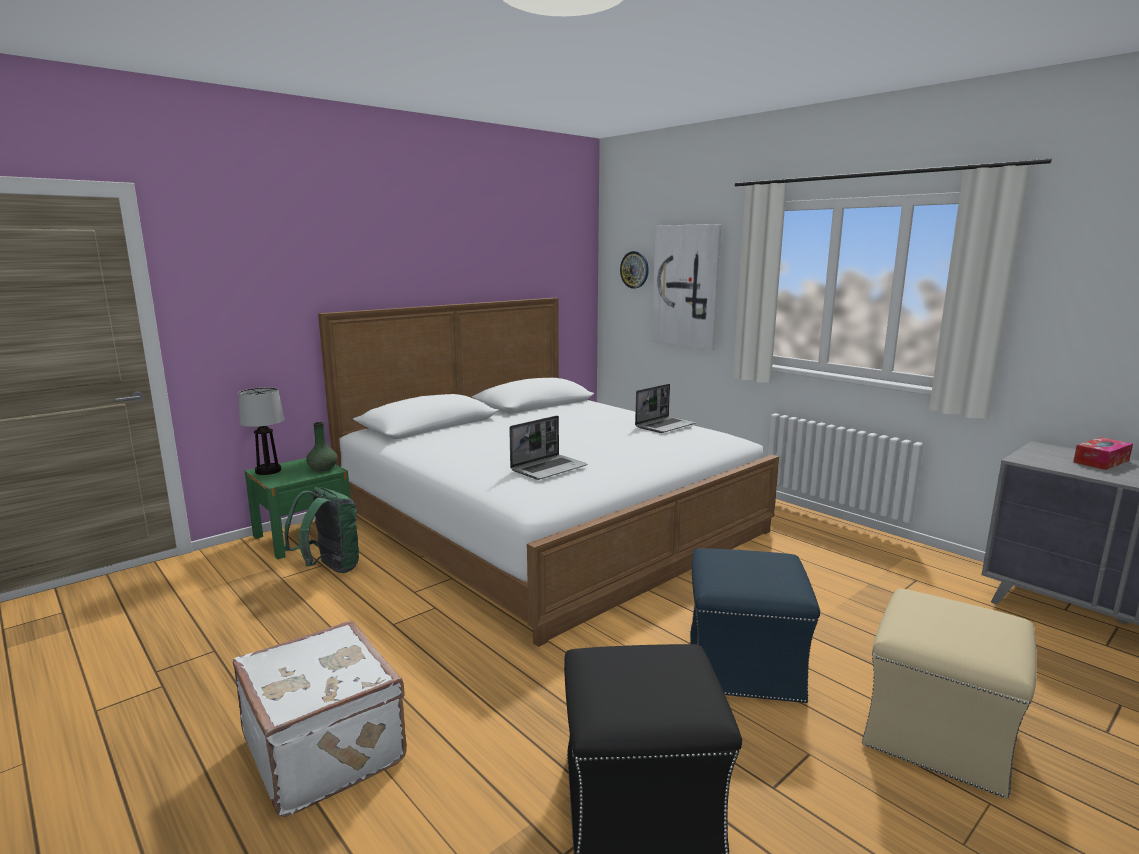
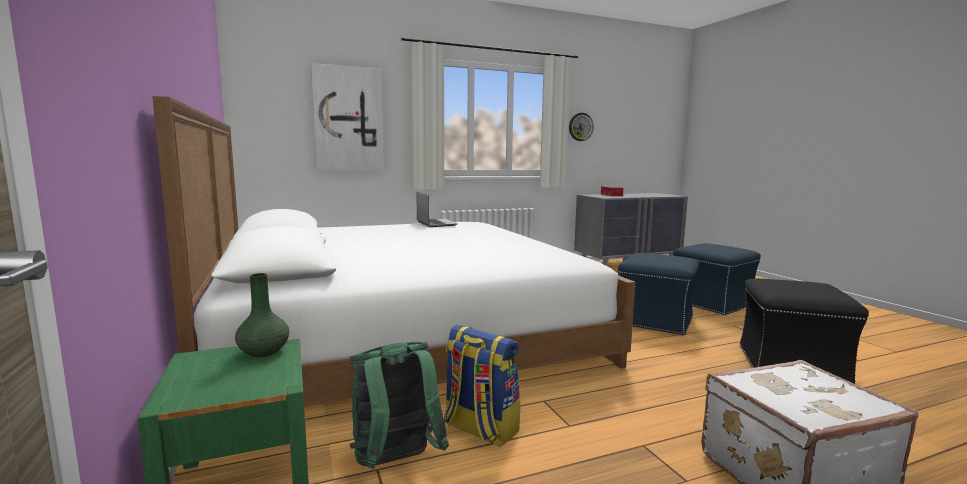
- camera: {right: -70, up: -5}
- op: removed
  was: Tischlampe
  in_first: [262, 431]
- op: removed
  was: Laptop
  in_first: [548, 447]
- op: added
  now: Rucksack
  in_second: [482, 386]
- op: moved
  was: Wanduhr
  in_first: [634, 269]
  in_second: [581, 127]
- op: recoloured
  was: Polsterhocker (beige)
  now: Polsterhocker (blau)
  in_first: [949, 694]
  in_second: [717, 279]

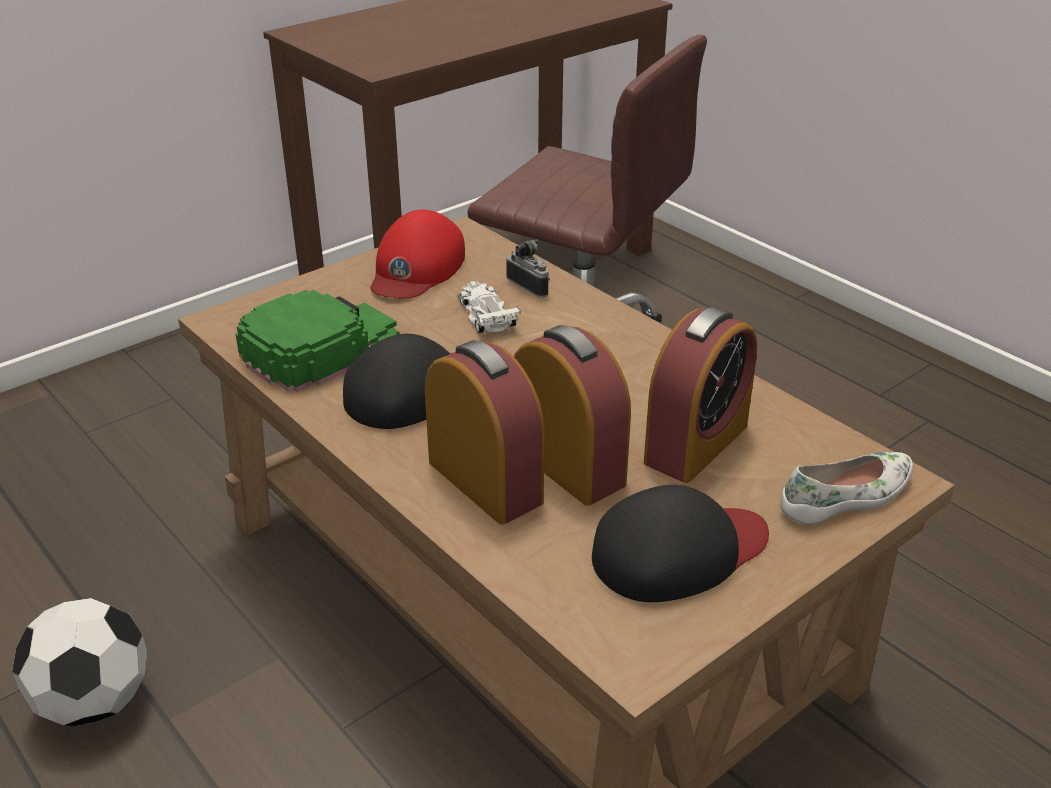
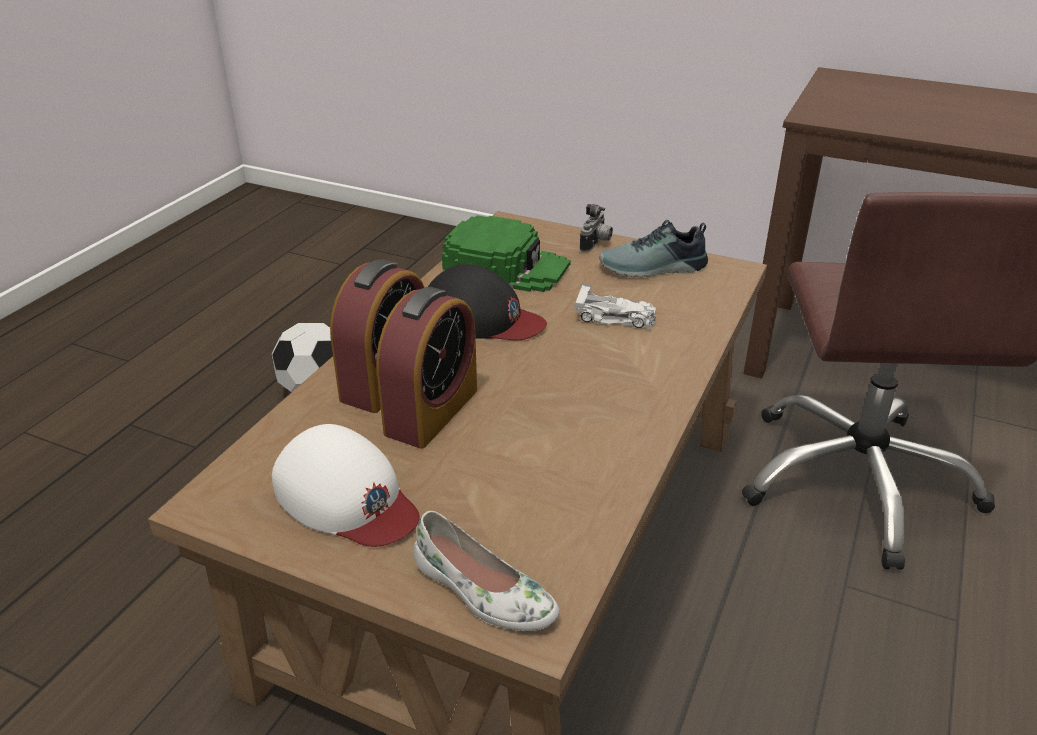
- camera: {right: 65, up: 0}
- op: removed
  was: Wecker
  in_first: [700, 395]
- op: moved
  was: Kamera
  in_first: [528, 268]
  in_second: [596, 228]
- op: replaced
  was: Kappe (rot)
  now: Schuh
  in_first: [417, 254]
  in_second: [653, 248]
- op: recoloured
  was: Kappe (schwarz)
  now: Kappe (weiß)
  in_first: [680, 543]
  in_second: [346, 485]
- op: turned
  was: Spielzeugauto (weiß)
  in_first: [489, 307]
  in_second: [615, 306]
  clockwise: 60

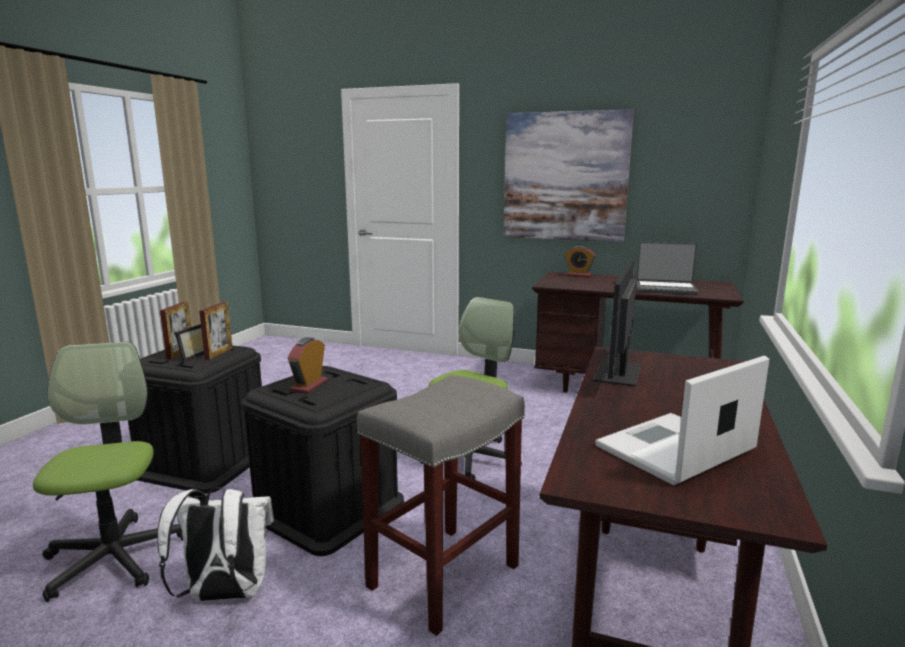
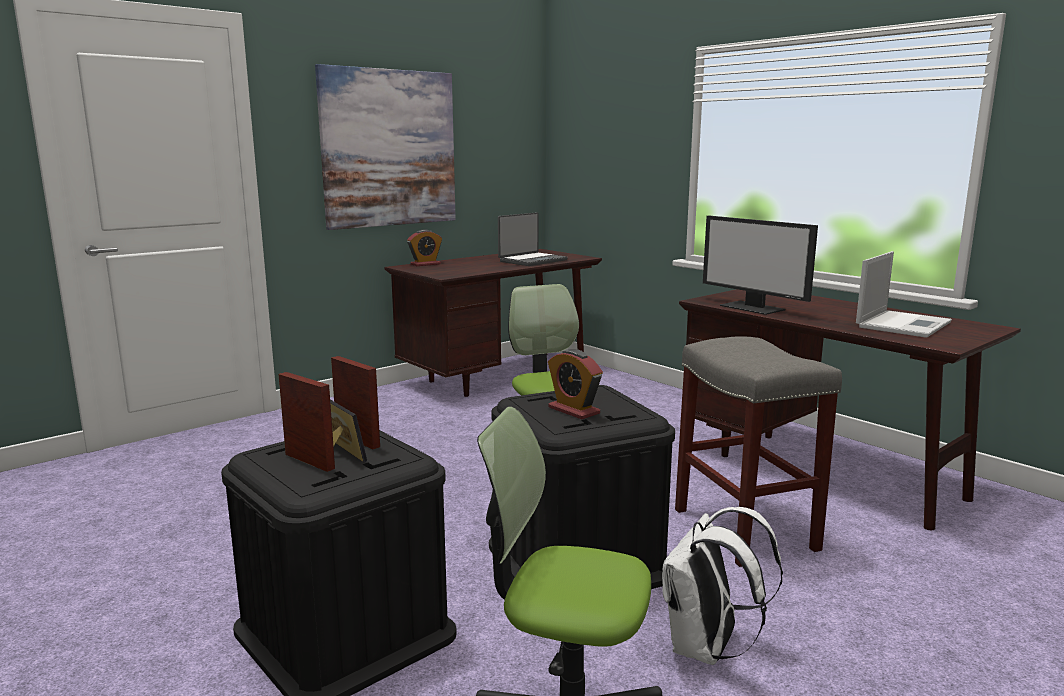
- camera: {right: -60, up: 0}
- op: turned
  was: Laptop
  in_first: [682, 420]
  in_second: [904, 294]
  clockwise: -135

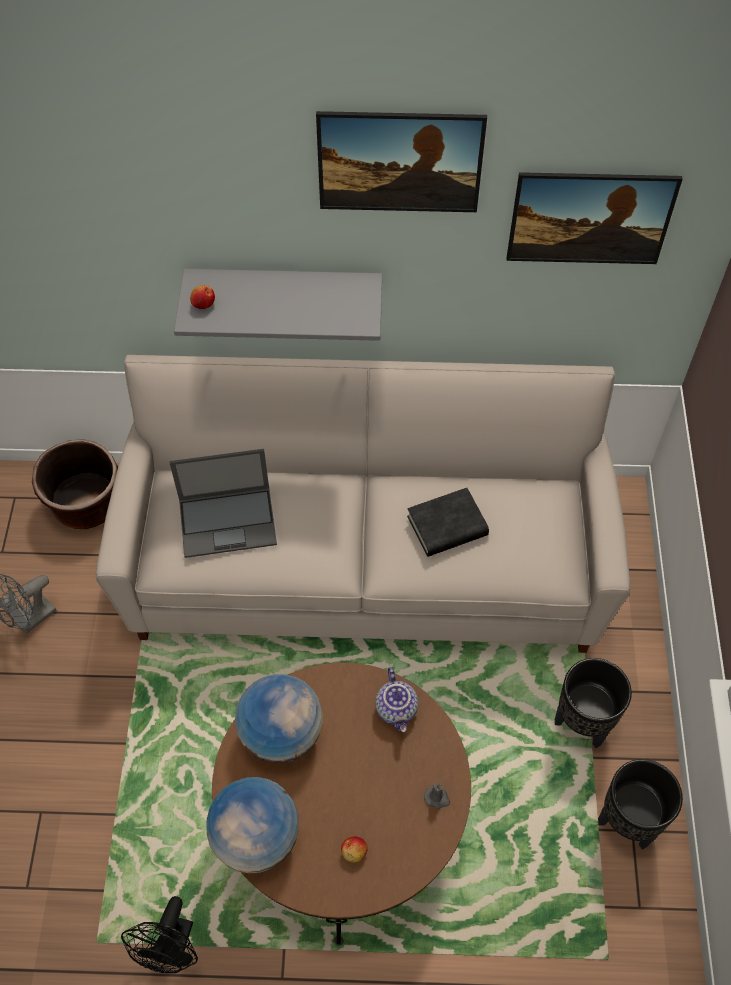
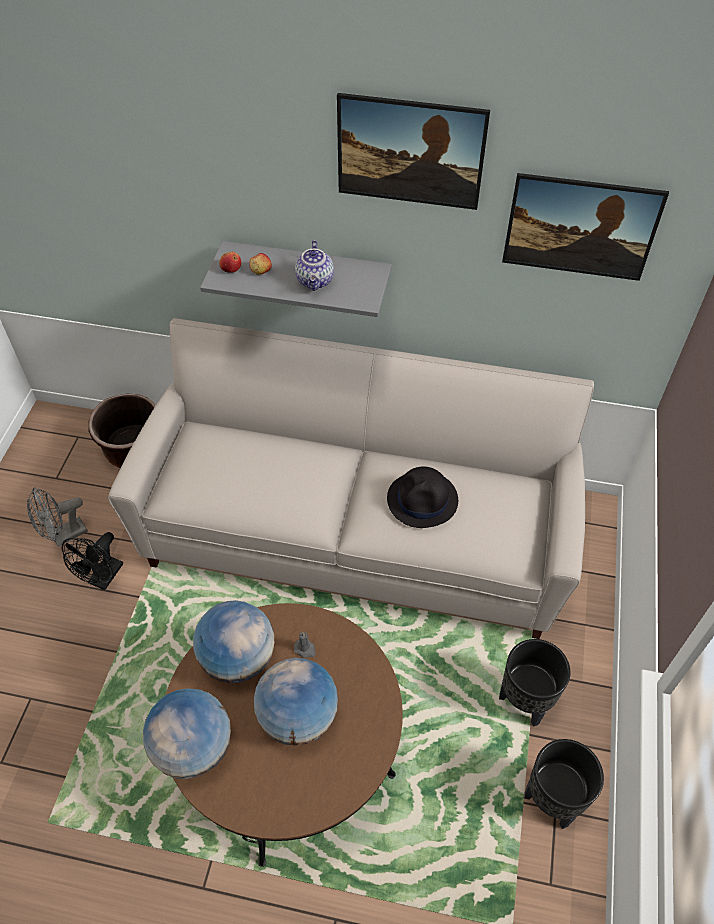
- camera: {right: 10, up: -5}
- op: removed
  was: Laptop
  in_first: [223, 503]
- op: added
  now: Globus
  in_second: [296, 702]
- op: moved
  was: Ventilator (schwarz)
  in_first: [159, 934]
  in_second: [92, 561]
- op: moved
  was: Apfel
  in_first: [354, 849]
  in_second: [260, 264]
- op: moved
  was: Teekanne
  in_first: [396, 699]
  in_second: [314, 265]
- op: moved
  was: Kerze (grau)
  in_first: [437, 796]
  in_second: [305, 645]
- op: replaced
  was: Buch (schwarz)
  now: Hut (schwarz)
  in_first: [448, 522]
  in_second: [422, 497]

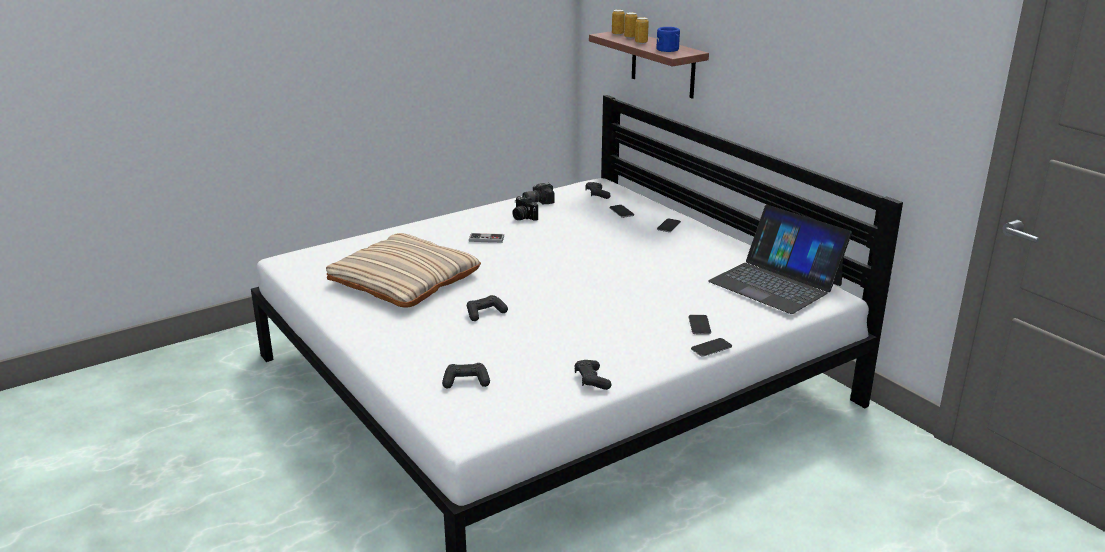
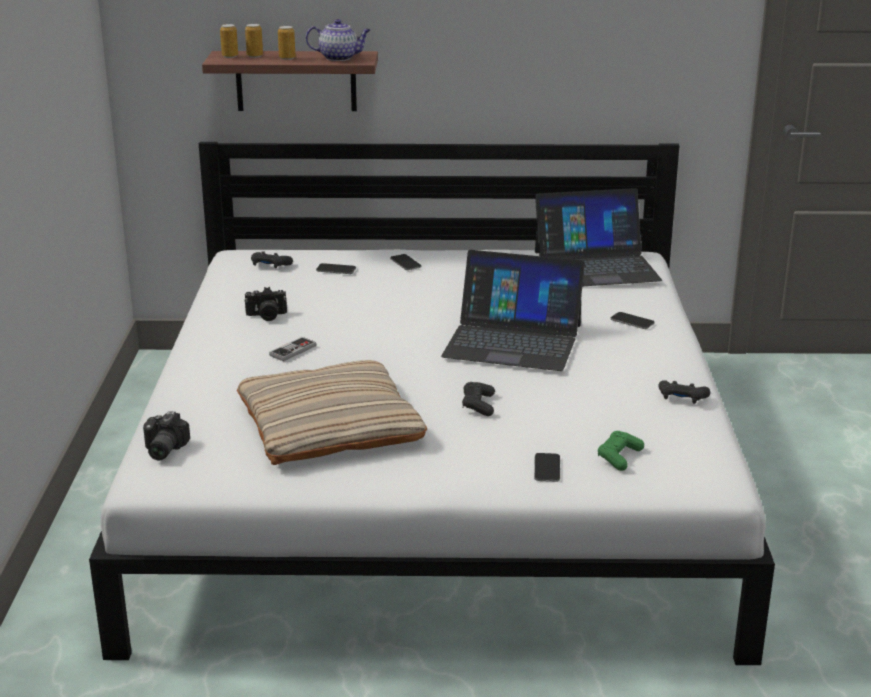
- camera: {right: -55, up: 0}
- op: added
  now: Laptop
  in_second: [513, 310]
- op: moved
  was: Kamera
  in_first: [538, 193]
  in_second: [166, 435]
- op: moved
  was: Handy
  in_first: [711, 347]
  in_second: [547, 467]
- op: replaced
  was: Henkelbecher (blau)
  now: Teekanne
  in_first: [668, 39]
  in_second: [338, 40]
- op: recoloured
  was: Gamepad (schwarz)
  now: Gamepad (grün)
  in_first: [466, 376]
  in_second: [621, 451]

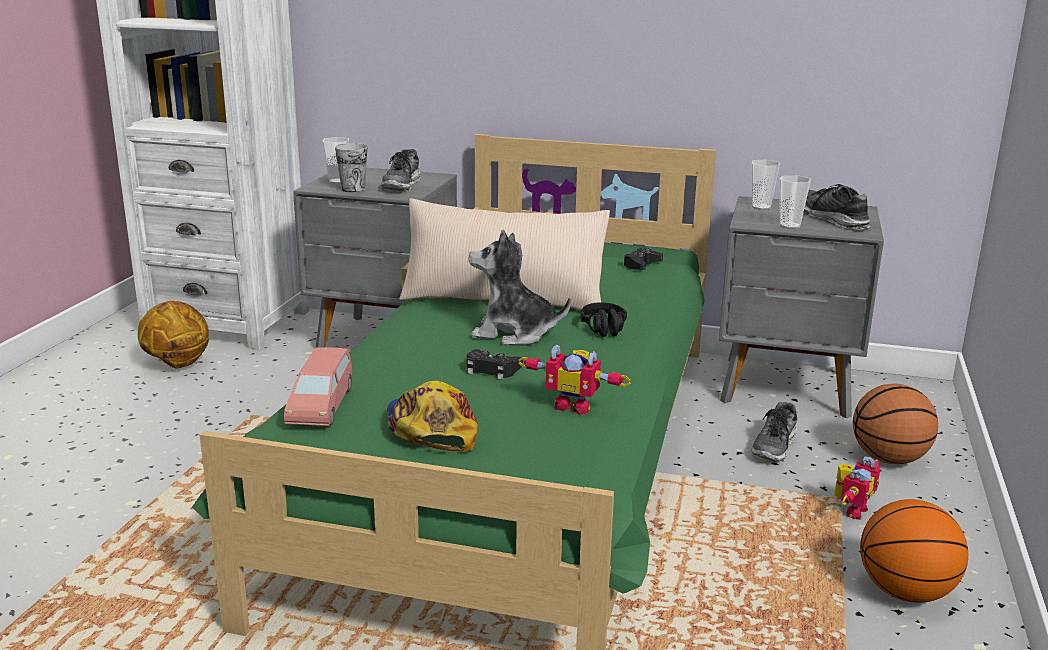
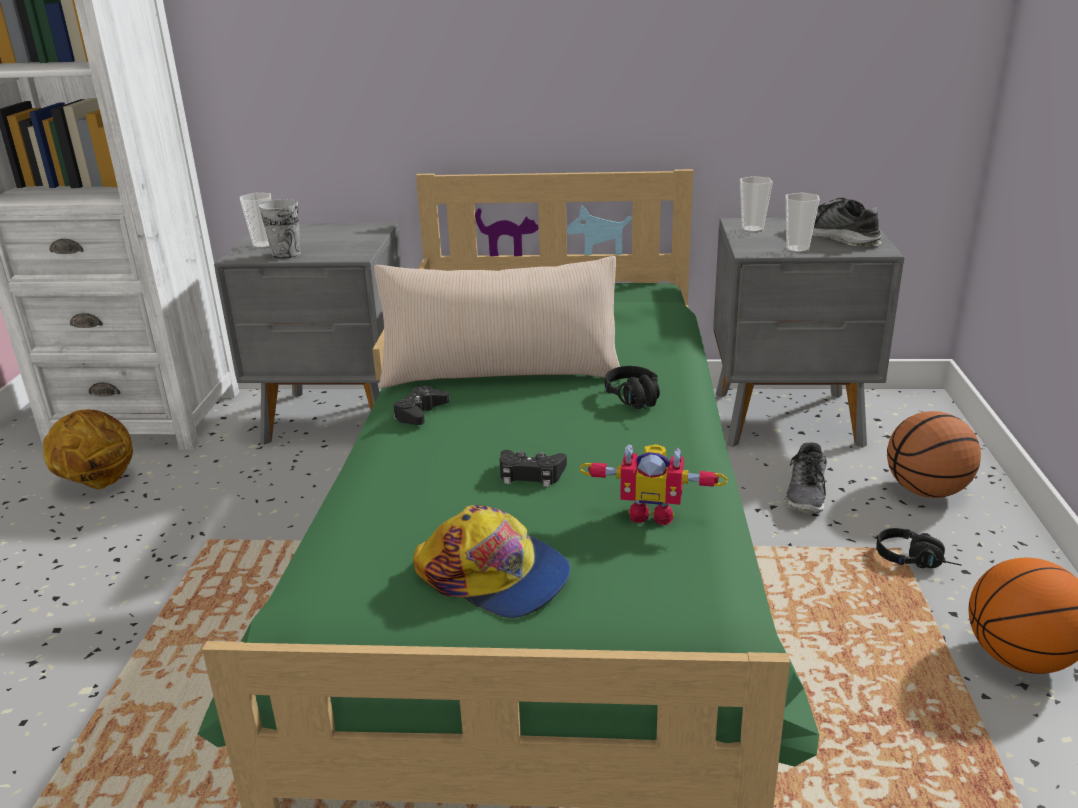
- camera: {right: -10, up: 5}
- op: removed
  was: Spielzeugauto (rosa)
  in_first: [318, 386]
- op: removed
  was: Schuh
  in_first: [400, 170]
- op: removed
  was: Plüschtier
  in_first: [520, 287]
- op: moved
  was: Gamepad (schwarz)
  in_first: [643, 259]
  in_second: [422, 405]
- op: replaced
  was: Spielzeugroboter
  now: Kopfhörer (schwarz)
  in_first: [857, 488]
  in_second: [919, 548]
- op: turned
  was: Kappe
  in_first: [432, 416]
  in_second: [492, 561]
  clockwise: 150

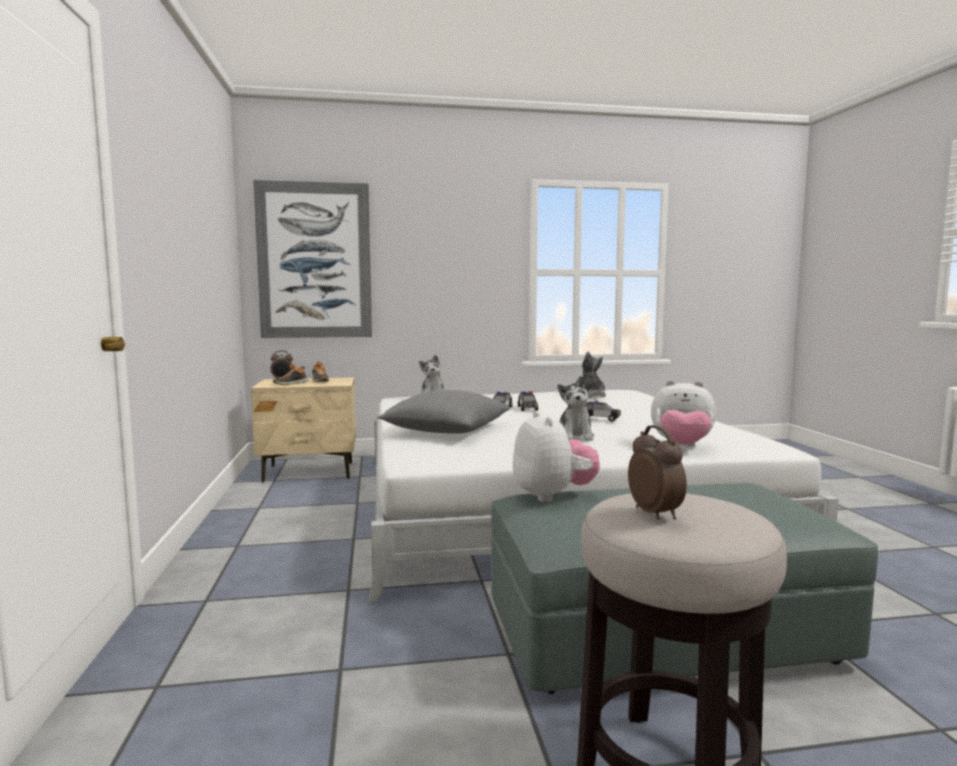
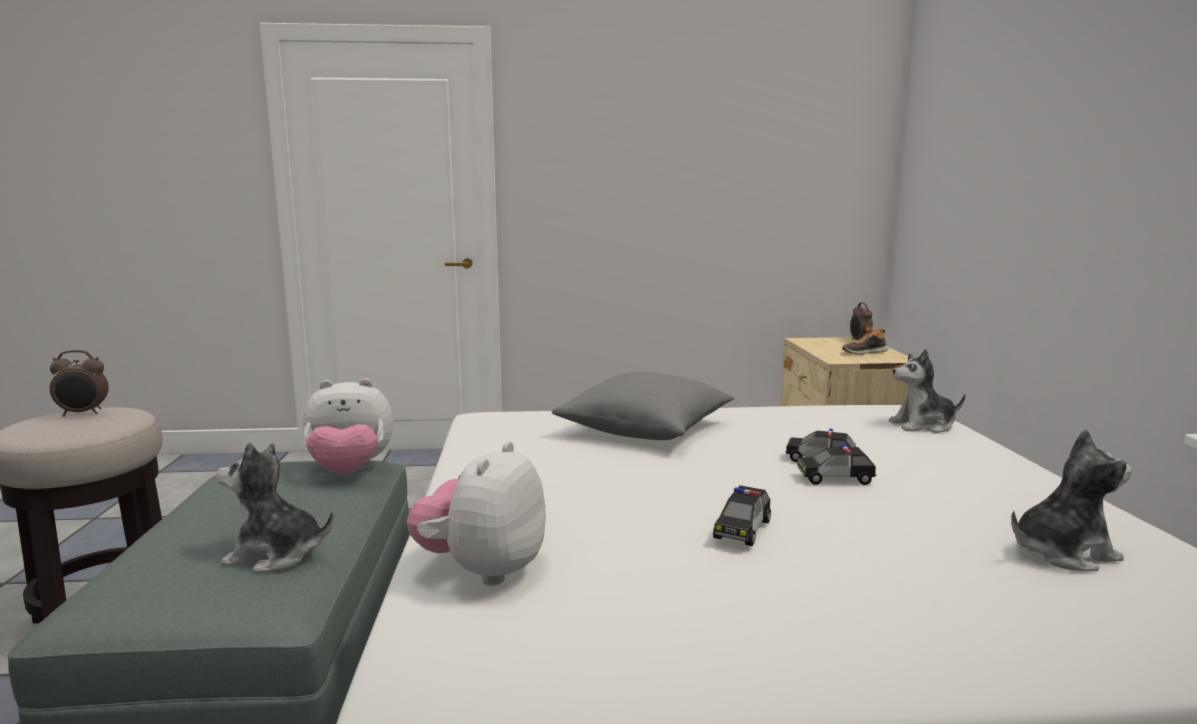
- camera: {right: 95, up: 5}
- op: removed
  was: Bild
  in_first: [312, 259]
- op: removed
  was: Schuh
  in_first: [290, 374]
- op: moved
  was: Plüschtier
  in_first: [575, 408]
  in_second: [275, 507]

